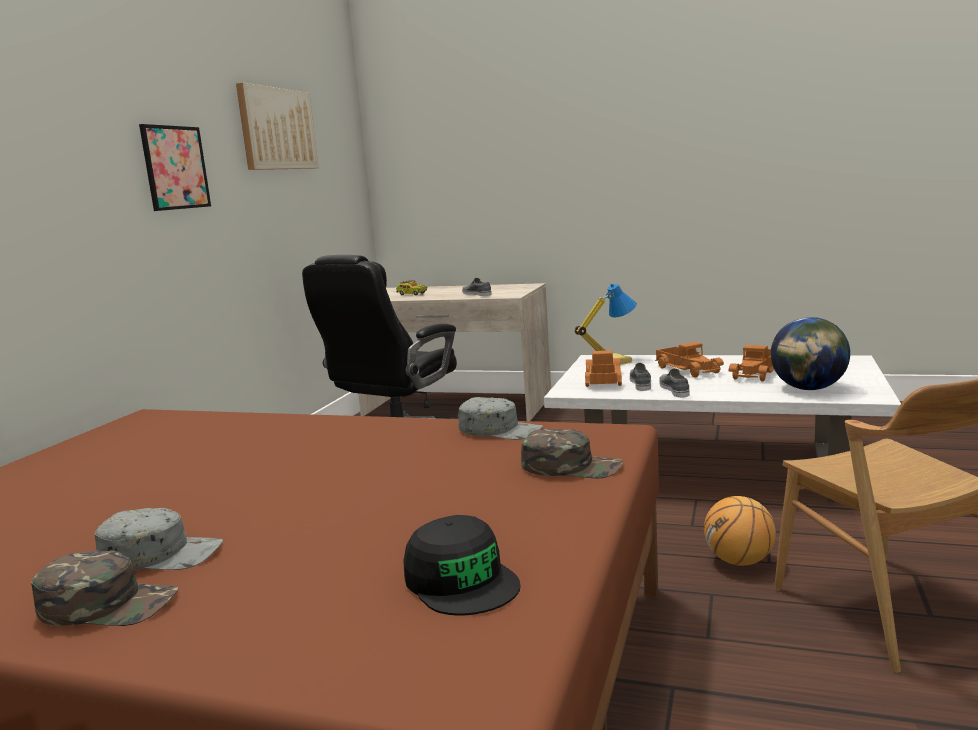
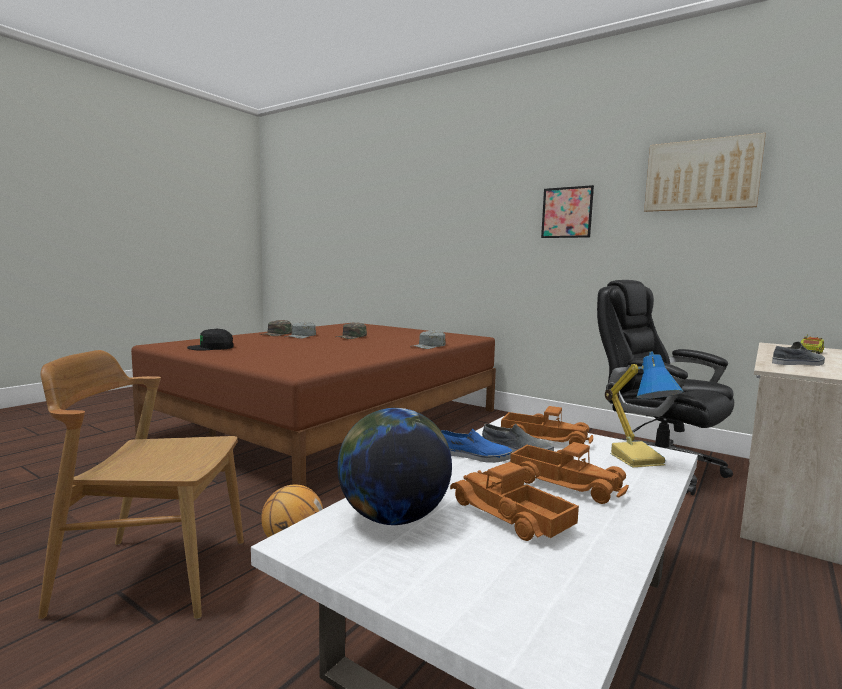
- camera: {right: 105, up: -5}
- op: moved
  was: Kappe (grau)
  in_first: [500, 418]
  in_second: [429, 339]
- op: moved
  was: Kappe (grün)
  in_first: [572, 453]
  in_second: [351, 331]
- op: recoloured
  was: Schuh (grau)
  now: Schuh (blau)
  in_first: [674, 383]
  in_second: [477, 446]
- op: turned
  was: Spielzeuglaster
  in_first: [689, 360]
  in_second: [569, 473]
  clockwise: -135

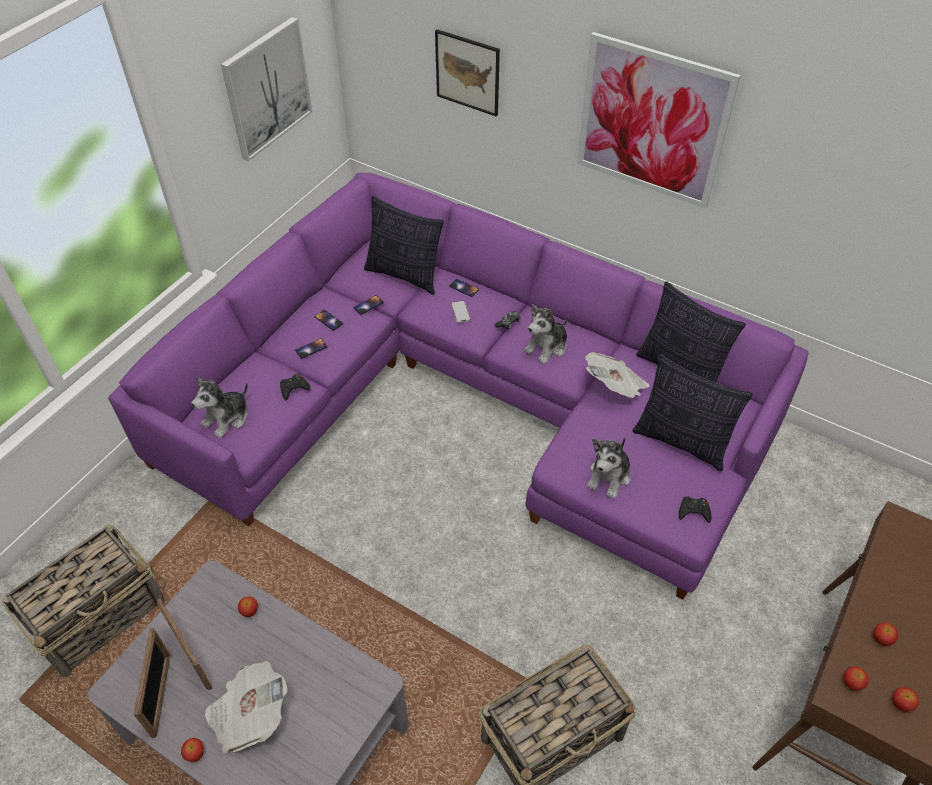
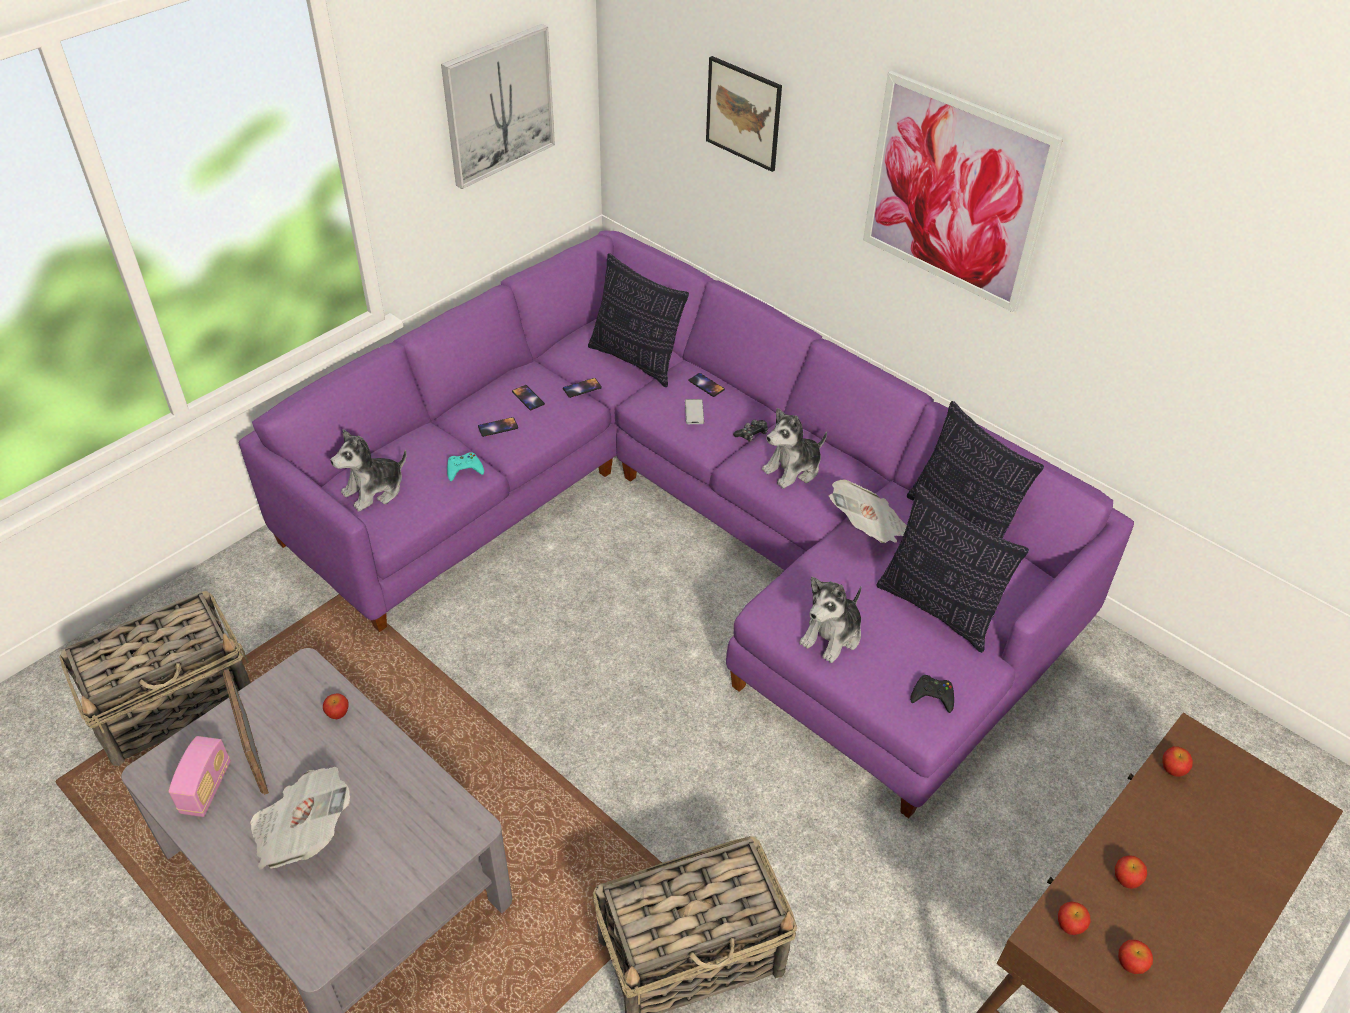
- camera: {right: 10, up: -5}
- op: moved
  was: Apfel
  in_first: [192, 750]
  in_second: [1178, 761]
- op: replaced
  was: Bilderrahmen
  now: Radio
  in_first: [152, 683]
  in_second: [200, 776]
- op: recoloured
  was: Gamepad (schwarz)
  now: Gamepad (türkis)
  in_first: [295, 387]
  in_second: [465, 466]

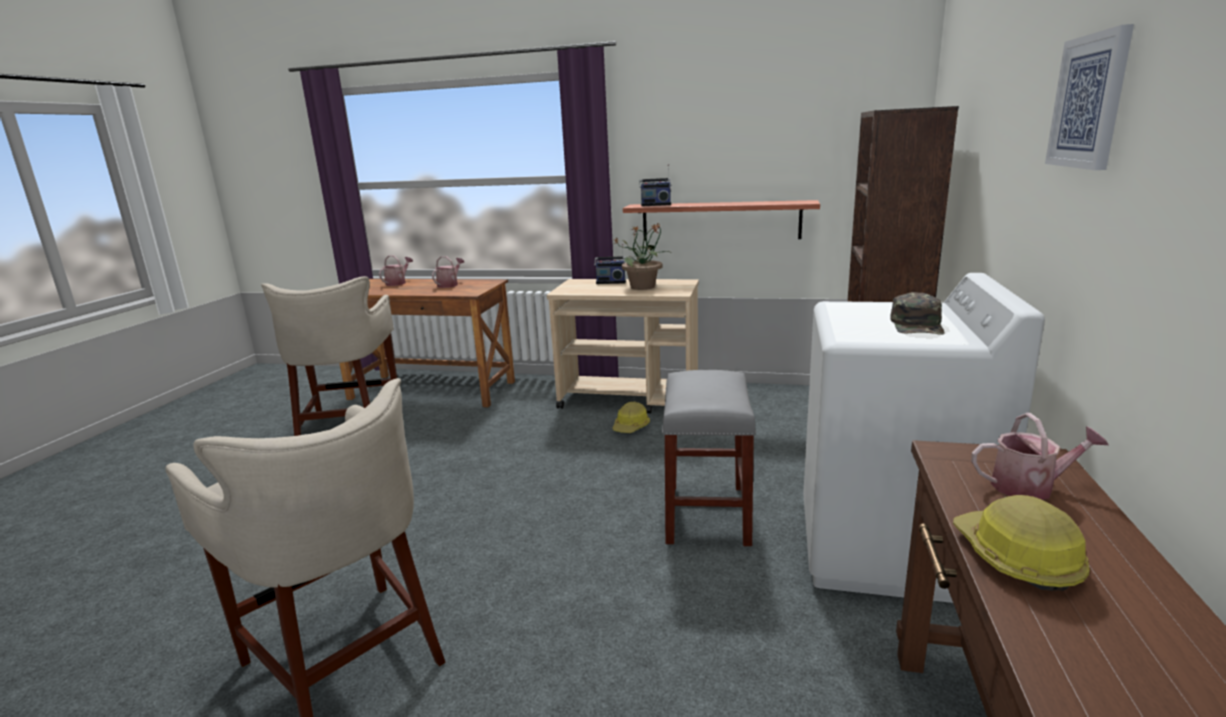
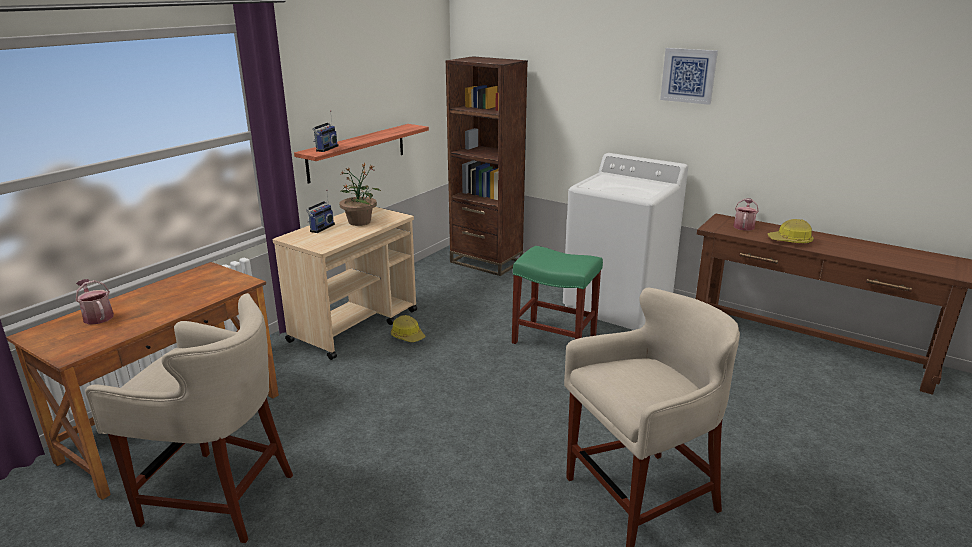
- camera: {right: -70, up: 5}
- op: removed
  was: Gießkanne
  in_first: [448, 272]
- op: removed
  was: Kappe (grün)
  in_first: [917, 313]
- op: recoloured
  was: Hocker (grau)
  now: Hocker (grün)
  in_first: [709, 458]
  in_second: [557, 295]

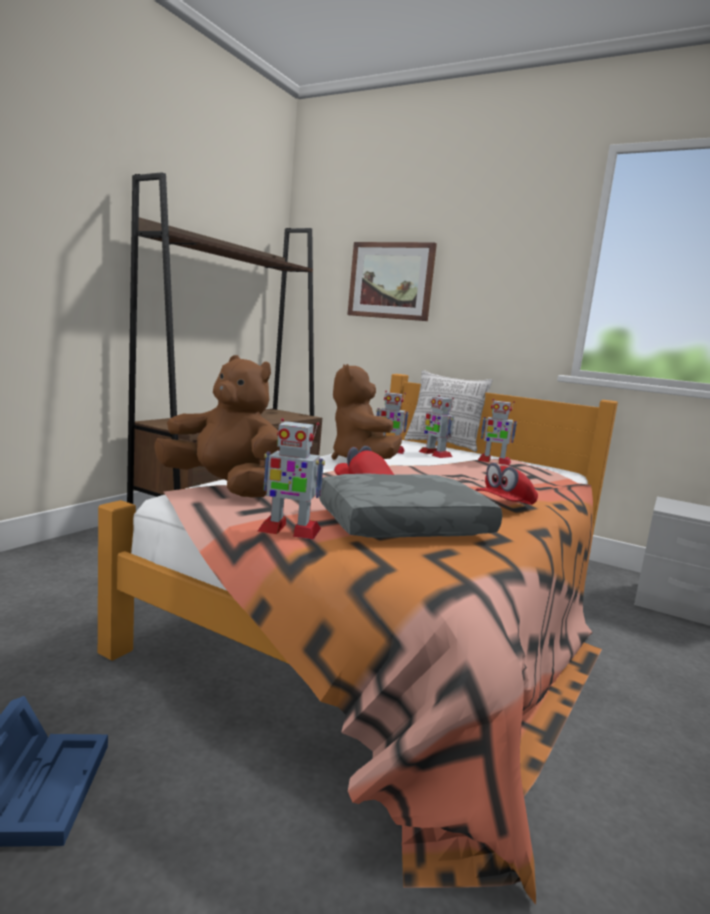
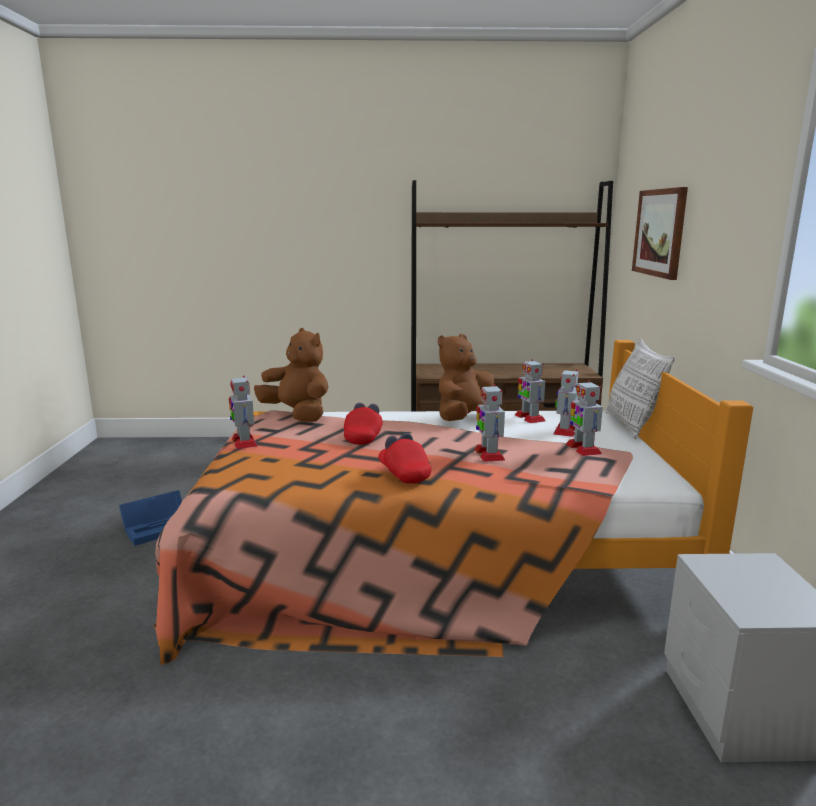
- camera: {right: 60, up: 5}
- op: removed
  was: Kissen (grau)
  in_first: [410, 506]
- op: added
  now: Spielzeugroboter
  in_second: [490, 423]
- op: turned
  was: Plüschtier (braun)
  in_first: [217, 426]
  in_second: [291, 375]
  clockwise: -45
- op: turned
  was: Kappe (rot)
  in_first: [506, 484]
  in_second: [405, 458]
  clockwise: 45

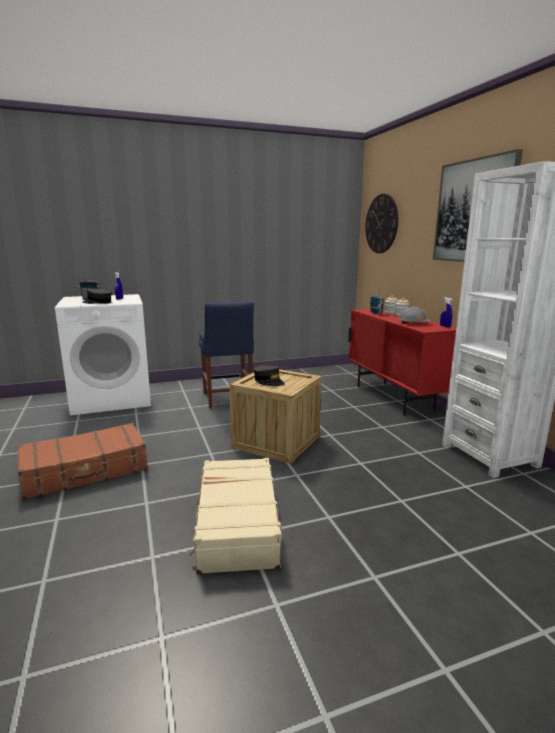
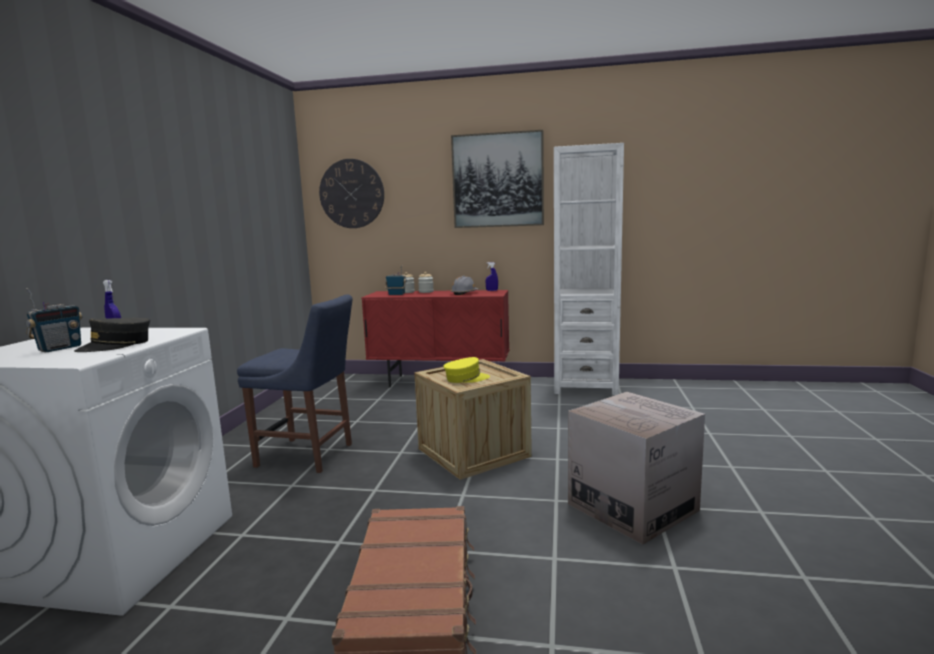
- camera: {right: -60, up: -5}
- op: replaced
  was: Koffer (beige)
  now: Karton
  in_first: [236, 516]
  in_second: [636, 468]
- op: recoloured
  was: Kappe (grau)
  now: Kappe (gelb)
  in_first: [269, 375]
  in_second: [467, 370]

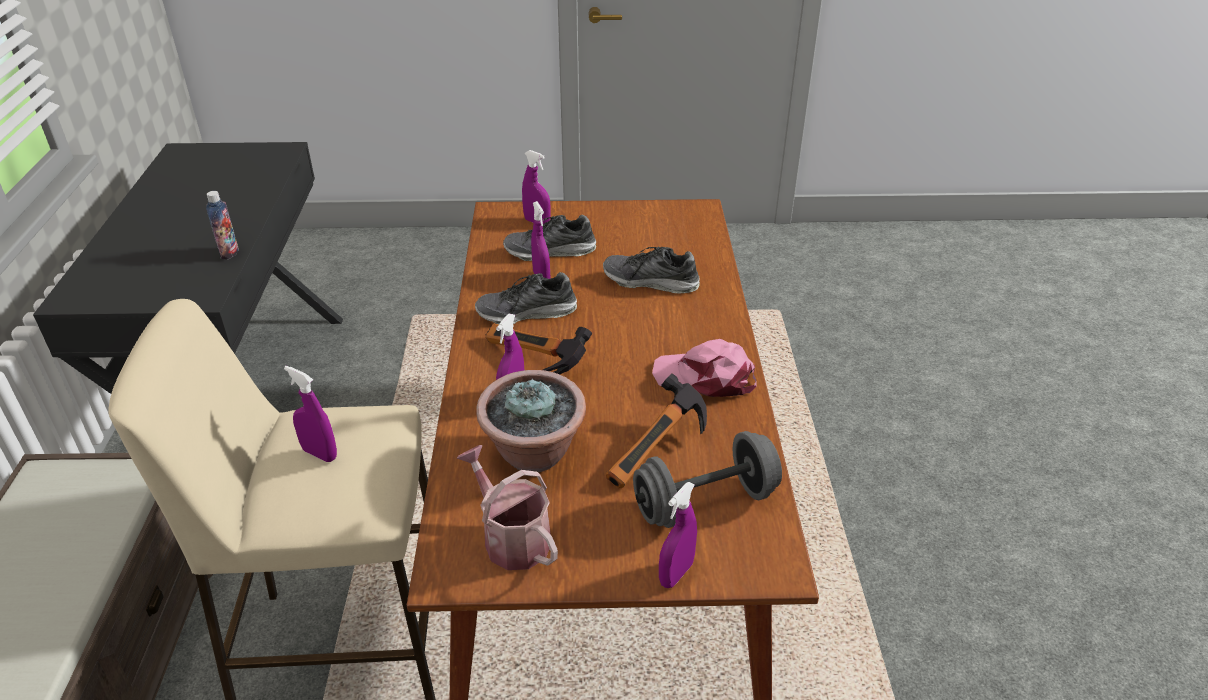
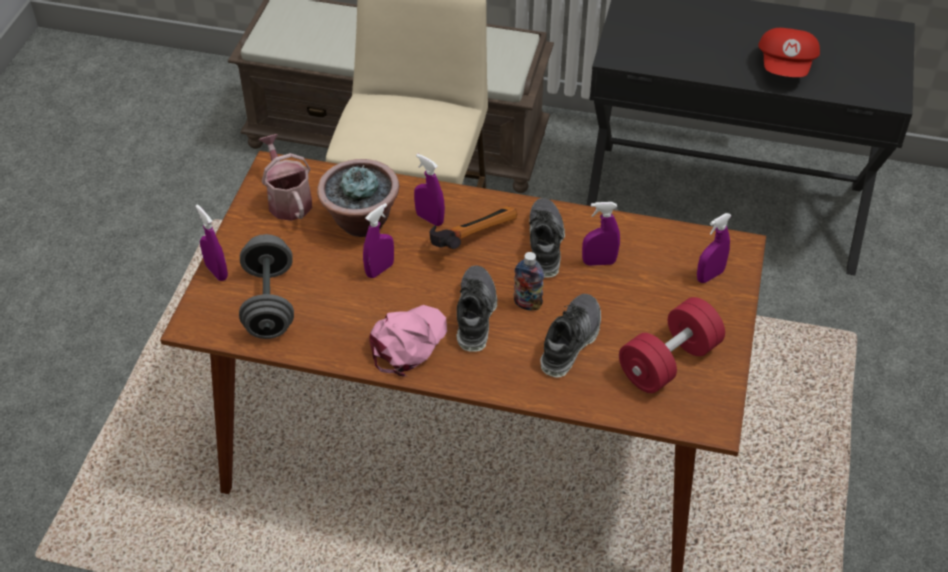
- camera: {right: 105, up: 10}
- op: removed
  was: Hammer
  in_first: [656, 430]
- op: added
  now: Hantel (rot)
  in_second: [672, 345]
- op: added
  now: Kappe (rot)
  in_second: [789, 52]
- op: moved
  was: Flasche
  in_first: [222, 225]
  in_second: [529, 281]
- op: moved
  was: Sprühflasche (lila)
  in_first: [310, 414]
  in_second: [378, 240]
- op: moved
  was: Schuh
  in_first: [549, 238]
  in_second: [477, 309]
- op: turned
  was: Gießkanne
  in_first: [507, 507]
  in_second: [285, 177]
  clockwise: -90

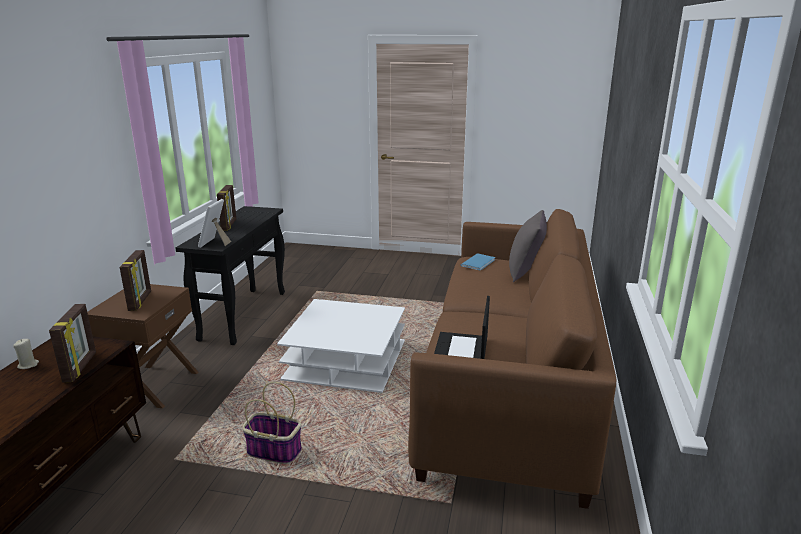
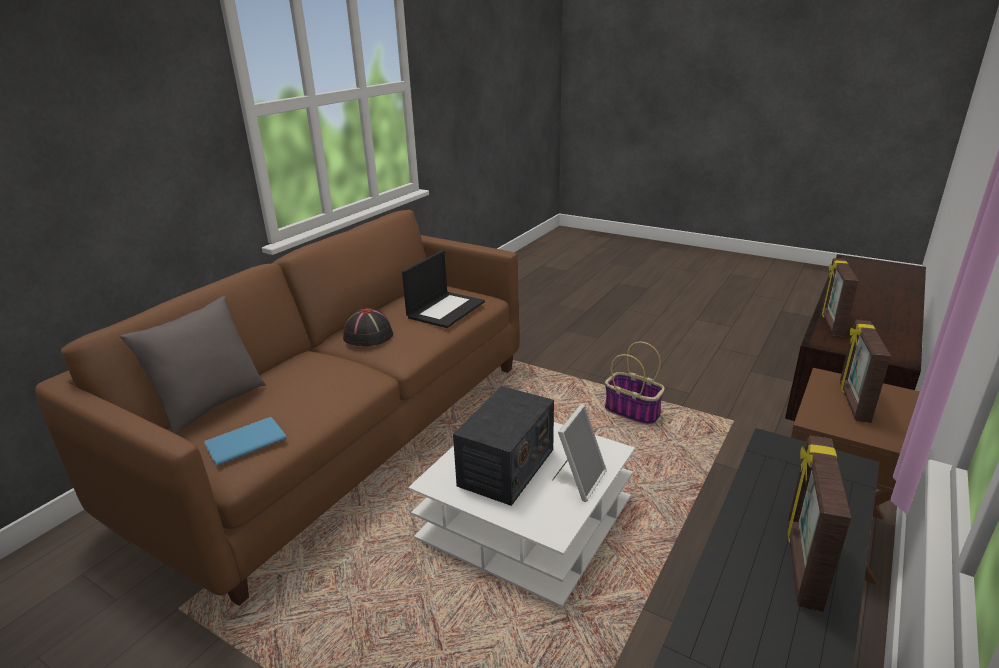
- camera: {right: -160, up: 5}
- op: removed
  was: Kerze (beige)
  in_first: [26, 354]
- op: added
  now: Hut (schwarz)
  in_second: [368, 327]
- op: added
  now: Radio
  in_second: [503, 446]
- op: moved
  was: Bilderrahmen
  in_first: [214, 223]
  in_second: [579, 453]

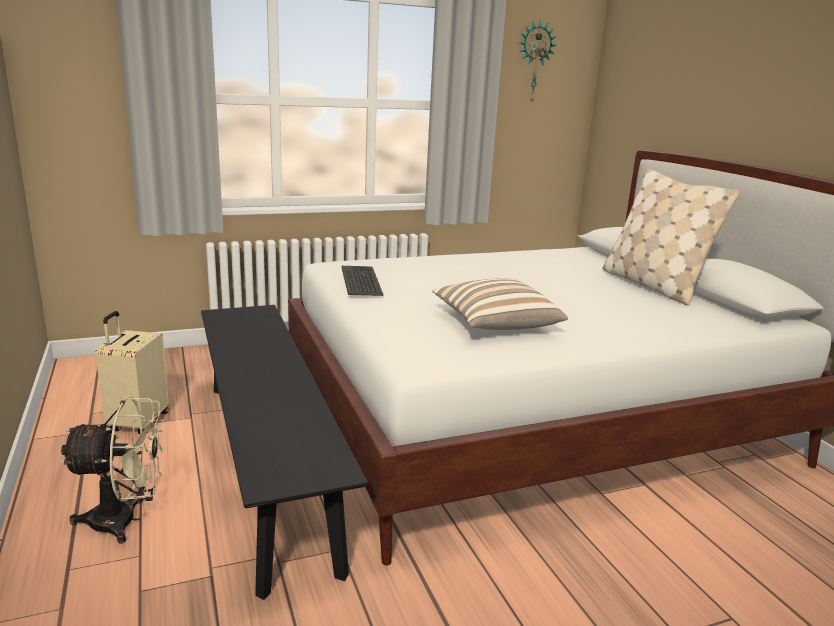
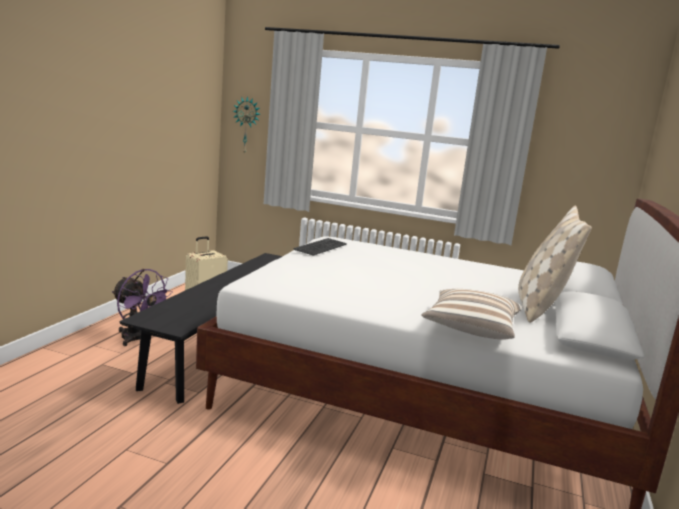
- camera: {right: 40, up: -5}
- op: moved
  was: Kissen
  in_first: [500, 304]
  in_second: [471, 314]
- op: moved
  was: Wanduhr
  in_first: [538, 61]
  in_second: [246, 125]
- op: recoloured
  was: Ventilator (beige)
  now: Ventilator (lila)
  in_first: [112, 470]
  in_second: [142, 307]

